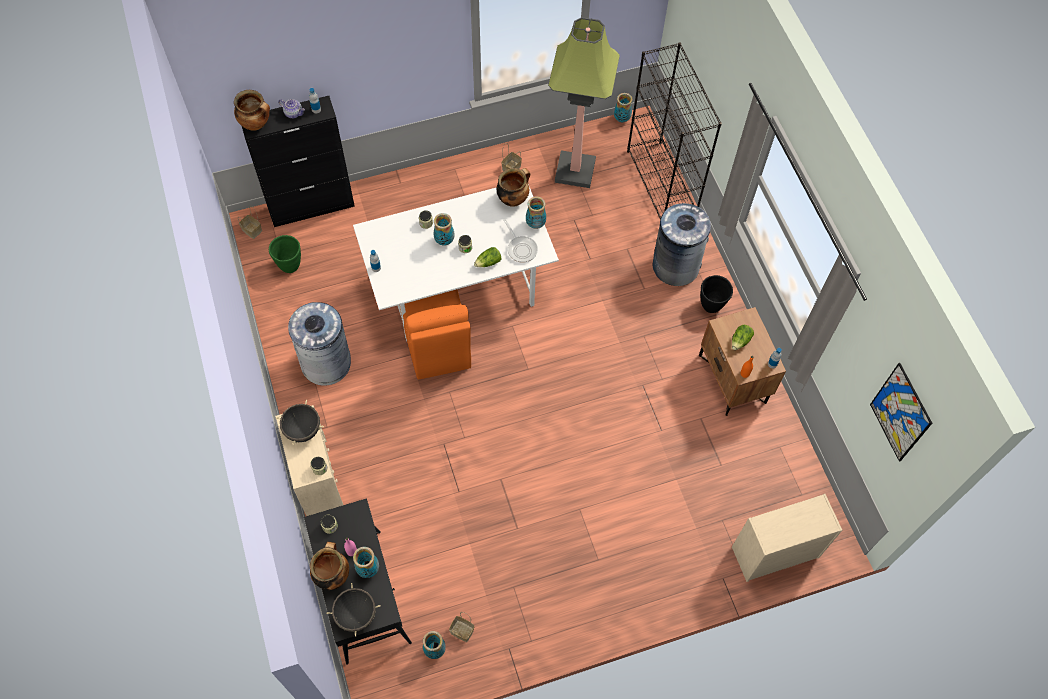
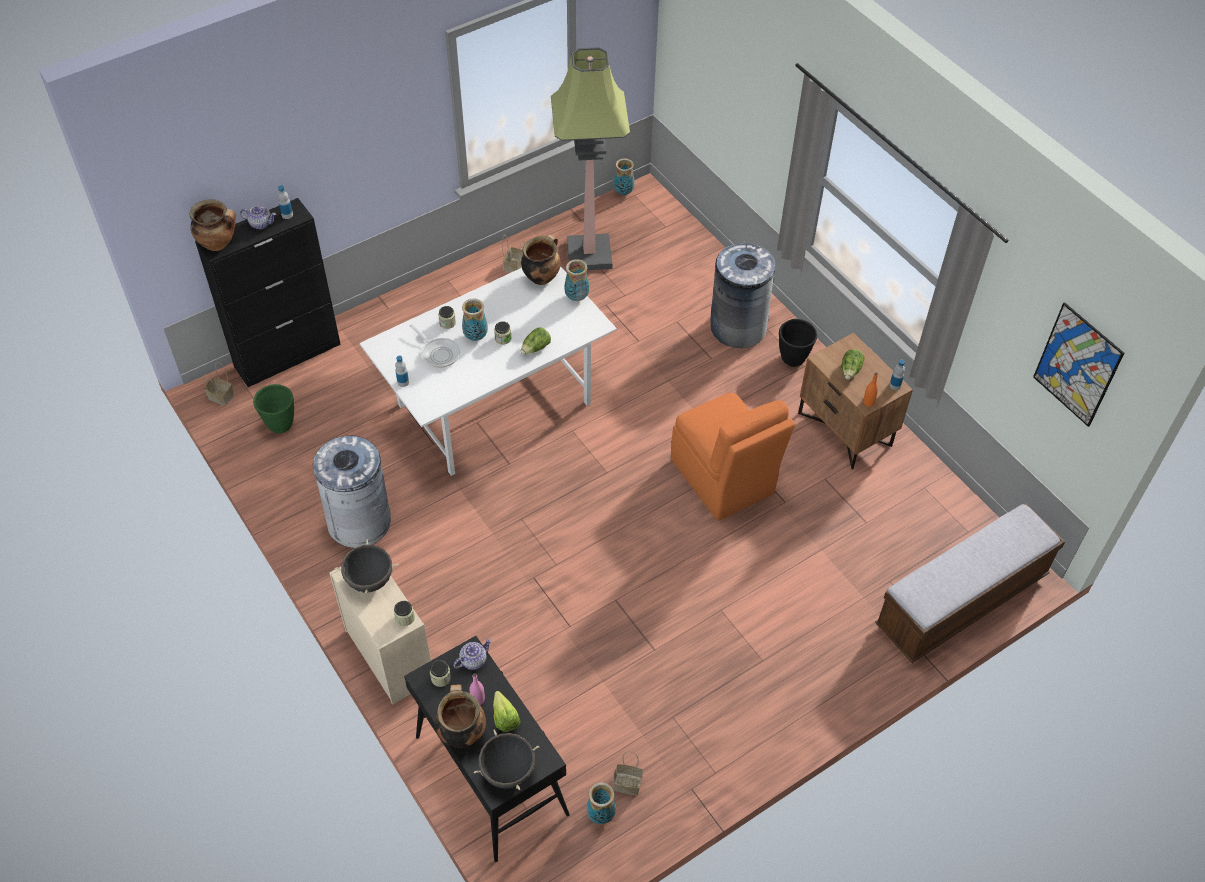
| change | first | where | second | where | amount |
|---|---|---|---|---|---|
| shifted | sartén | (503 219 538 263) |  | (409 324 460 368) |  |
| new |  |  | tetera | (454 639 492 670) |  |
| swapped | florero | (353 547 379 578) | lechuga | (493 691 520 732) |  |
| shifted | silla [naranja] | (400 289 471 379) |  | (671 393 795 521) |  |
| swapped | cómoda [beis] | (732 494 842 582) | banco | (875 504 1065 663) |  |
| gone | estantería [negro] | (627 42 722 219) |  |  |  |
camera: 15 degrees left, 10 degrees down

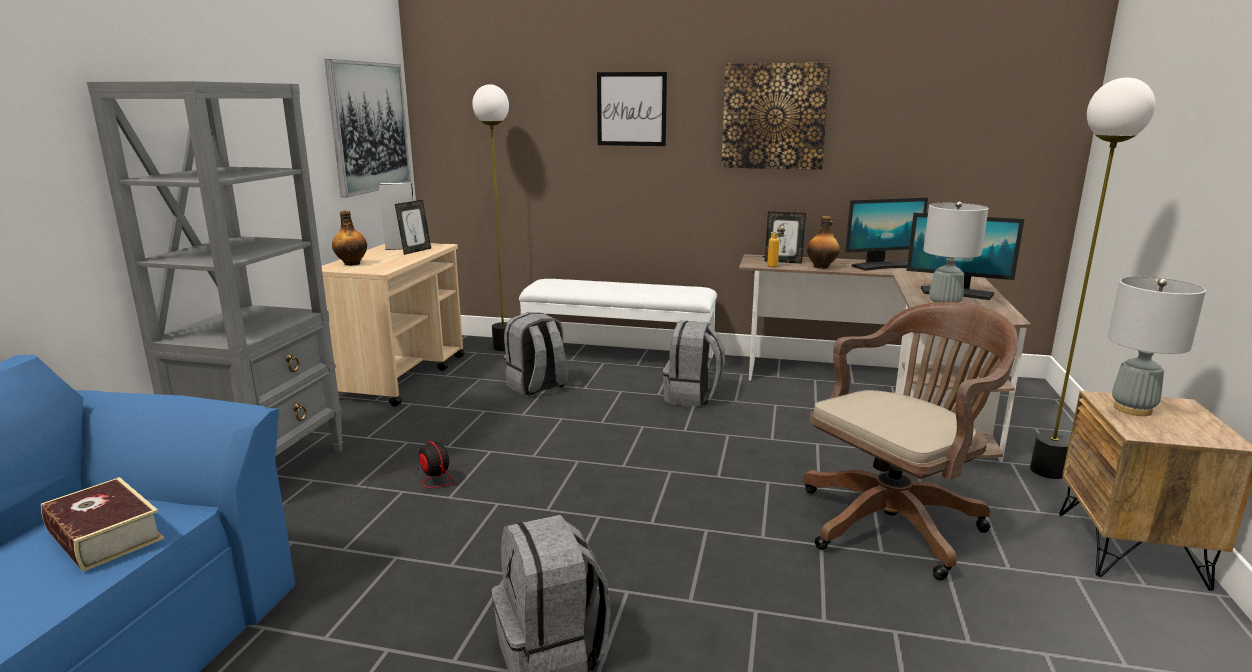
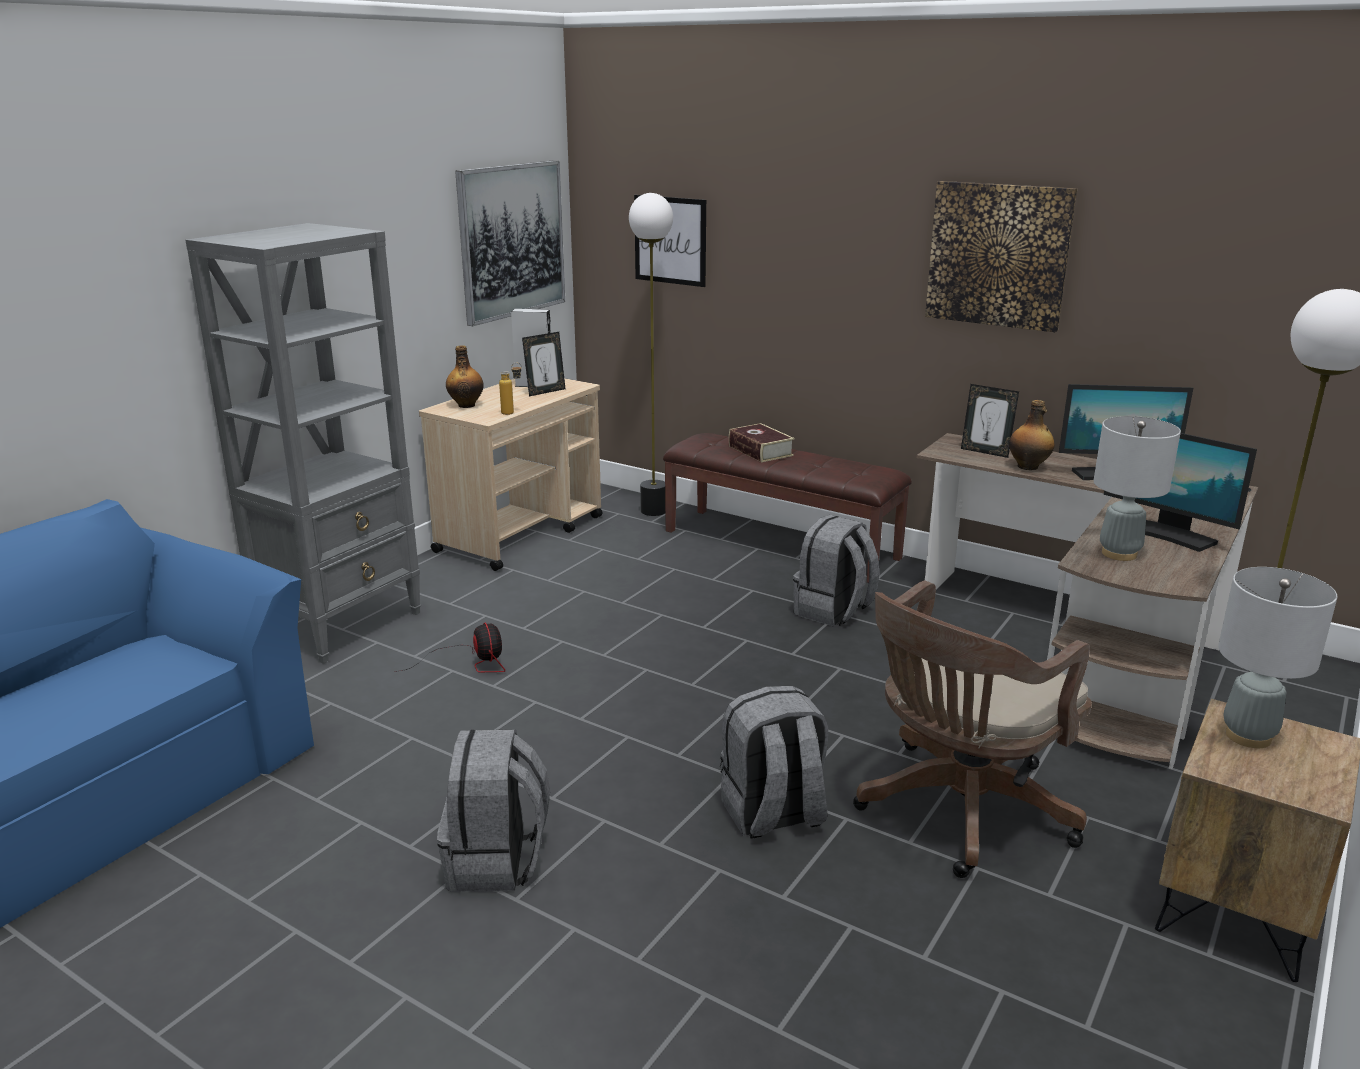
| change | first | where | second | where | amount |
|---|---|---|---|---|---|
| shifted | botella | (767 224 785 268) |  | (499 363 522 415) |  |
| shifted | cuadro | (597 72 667 146) |  | (634 195 706 287) |  |
| repainted | banco [blanco] | (519 279 717 358) | banco [marrón] | (663 433 912 583) |  |
| shifted | mochila [gris] | (504 312 568 396) |  | (720 686 828 839) |  |
| shifted | libro | (41 477 164 572) |  | (729 423 794 462) |  |
| rotated | silla de oficina [marrón] | (803 302 1018 580) |  | (853 581 1092 878) | 150 degrees clockwise |
camera: 20 degrees right, 5 degrees up

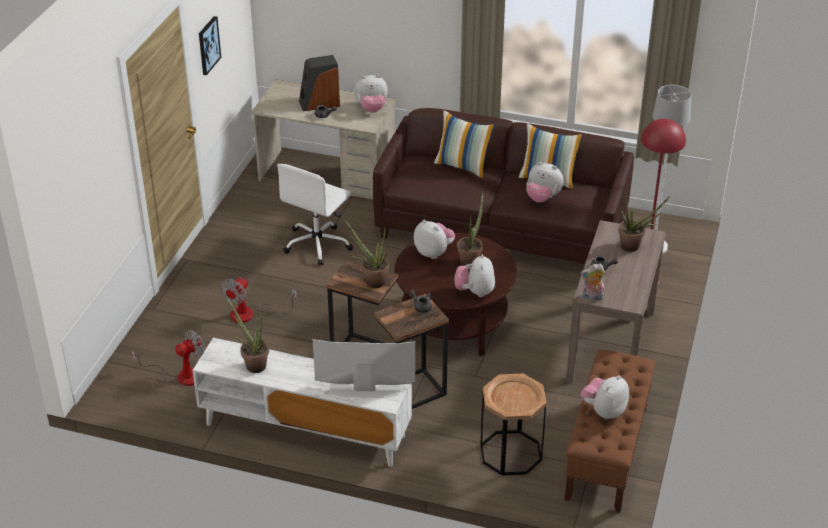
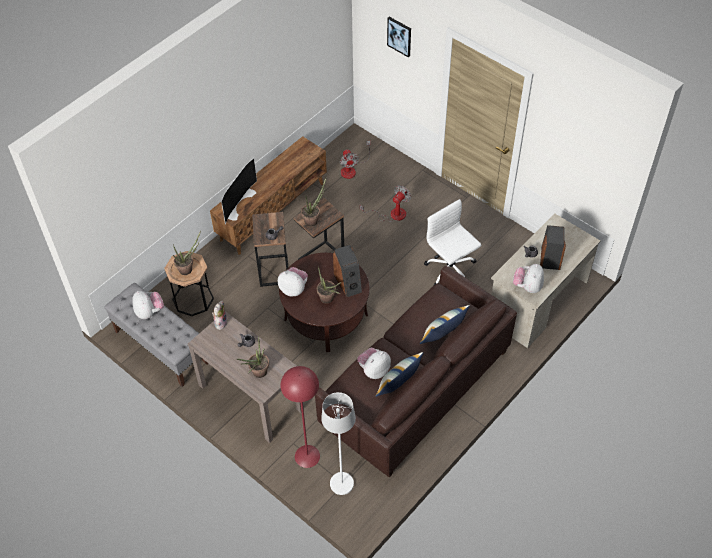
| change | first | where | second | where | amount |
|---|---|---|---|---|---|
| repainted | banco [marrón] | (565 350 656 512) | banco [gris] | (104 283 208 387) |  |
| shifted | planta en maceta | (225 296 269 373) |  | (173 231 201 275) |  |
| repainted | mueble de televisión [blanco] | (193 338 412 467) | mueble de televisión [marrón] | (210 136 327 255) |  |
| swapped | peluche | (414 219 455 259) | altavoz | (333 245 362 297) |  |
| rotated | ventilador | (221 277 297 323) |  | (360 185 411 222) | 75 degrees clockwise |
| shifted | cuadro | (199 16 221 75) |  | (387 17 411 57) |  |
camera: 115 degrees right, 15 degrees up

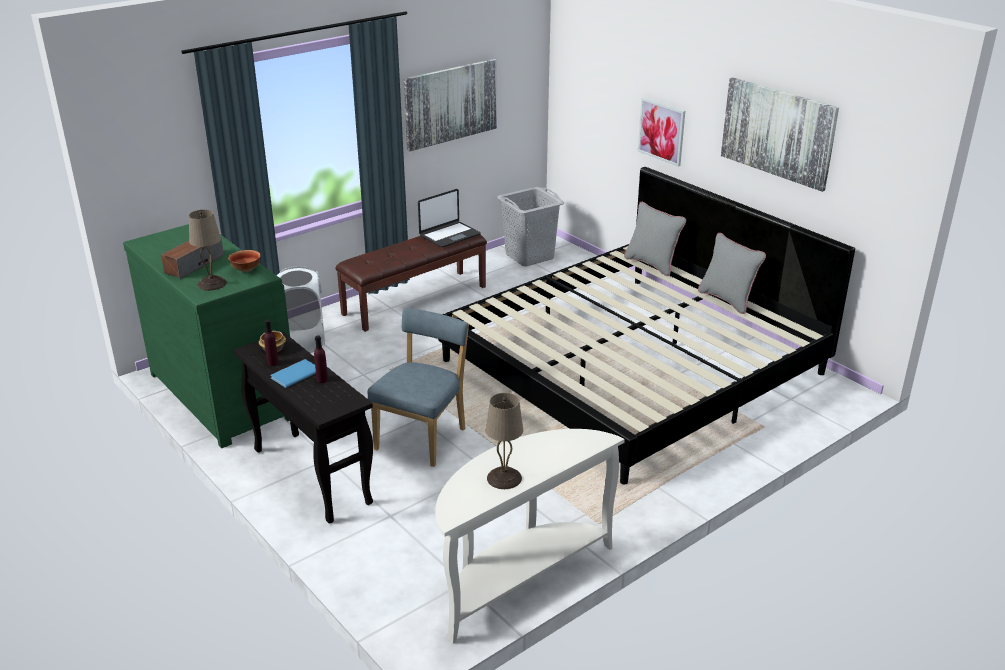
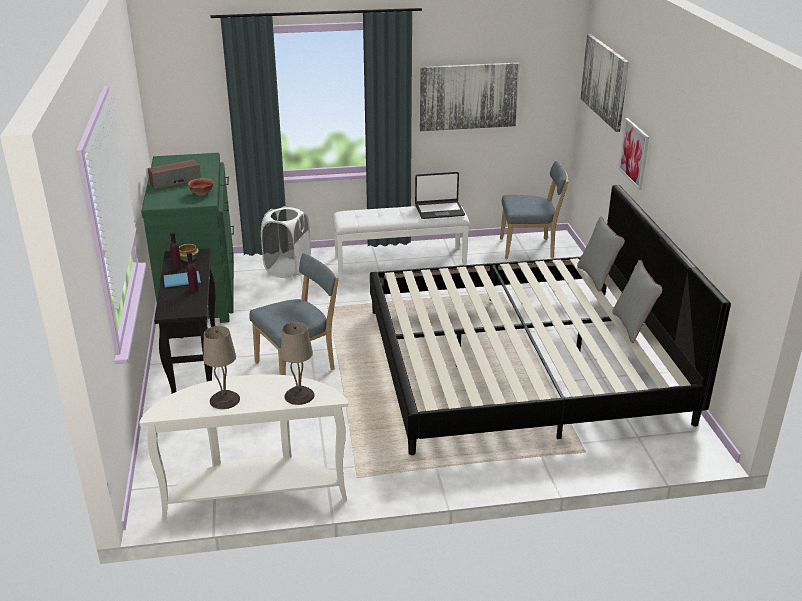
| change | first | where | second | where | amount |
|---|---|---|---|---|---|
| shifted | lámpara de mesa [beis] | (189 210 227 291) |  | (280 322 315 405) |  |
| repainted | banco [marrón] | (336 235 487 332) | banco [blanco] | (333 205 470 274) |  |
| swapped | cesto de la ropa [gris] | (497 187 564 266) | silla [azul] | (500 161 569 259) |  |
| shifted | cuadro | (721 77 839 192) |  | (580 34 629 132) |  |
camera: 30 degrees right, 0 degrees up

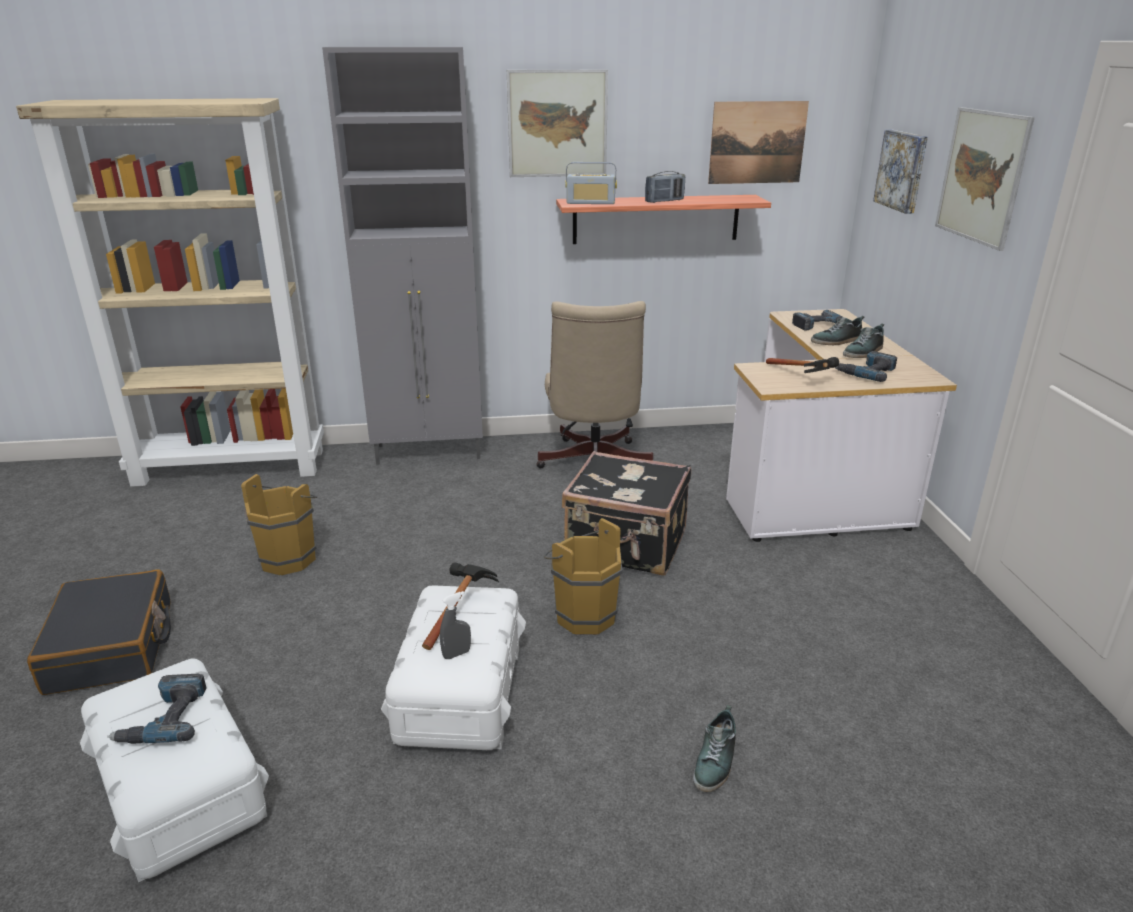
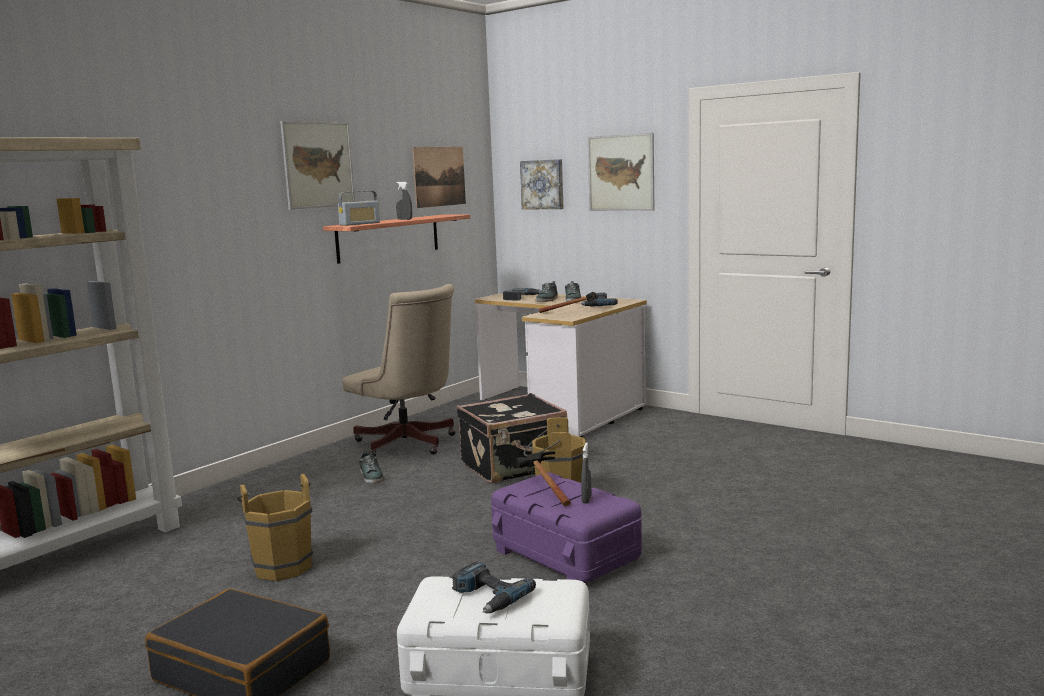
| change | first | where | second | where | amount |
|---|---|---|---|---|---|
| shifted | zapato | (693 705 736 792) |  | (359 450 383 484) |  |
| swapped | radio | (645 171 685 203) | pulverizador [gris] | (396 182 412 220) |  |
| repainted | caja de almacenaje [blanco] | (381 585 526 750) | caja de almacenaje [morado] | (491 472 642 583) |  |
| gone | armario [gris] | (322 47 483 465) |  |  |  |
camera: 45 degrees left, 15 degrees down

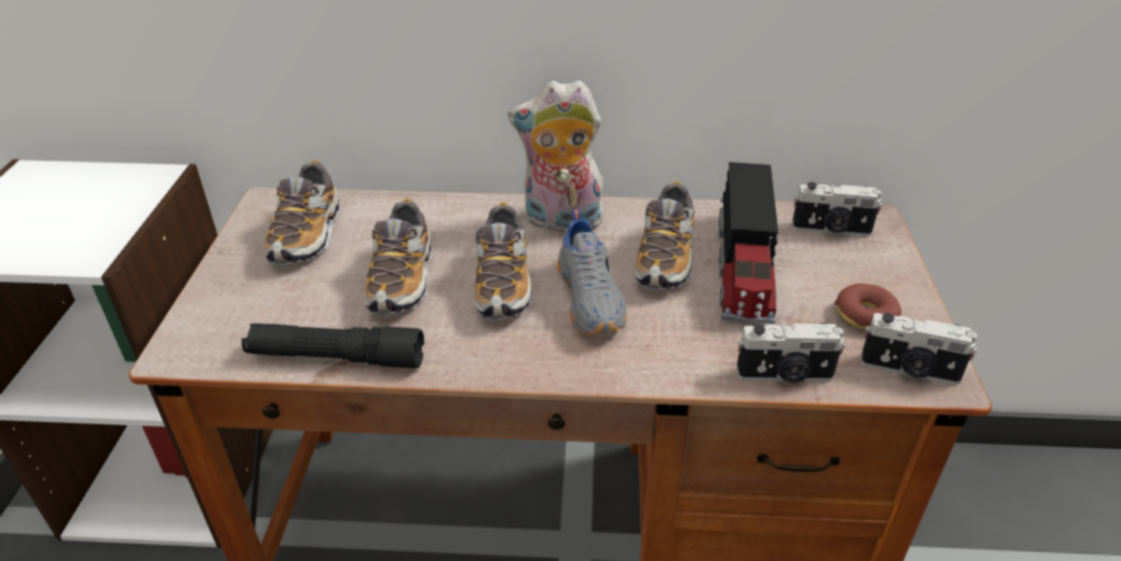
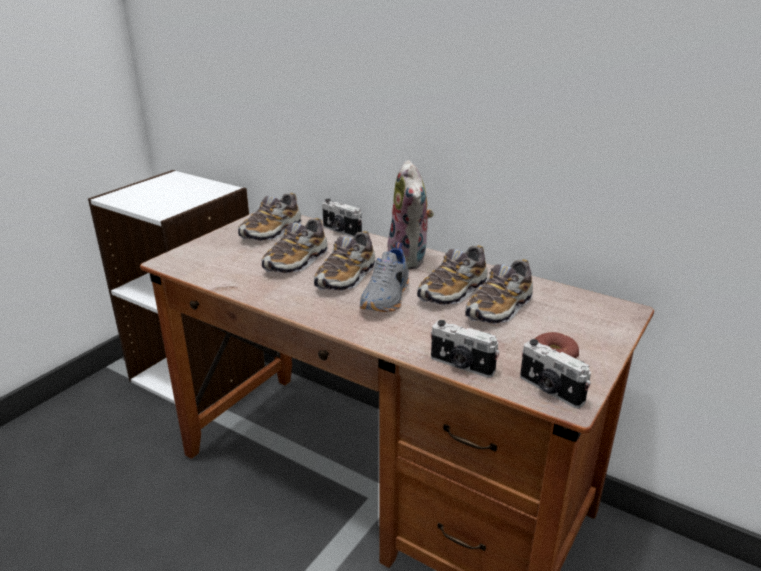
| change | first | where | second | where | amount |
|---|---|---|---|---|---|
| shifted | cámara | (792 182 882 237) |  | (322 199 362 237) |  |
| rotated | peluche | (508 80 605 232) |  | (388 160 434 269) | 135 degrees counterclockwise |
| swapped | camión de juguete | (718 162 778 324) | zapato | (465 259 533 324) |  |
| gone | linterna [negro] | (242 323 424 368) |  |  |  |
camera: 30 degrees right, 10 degrees down

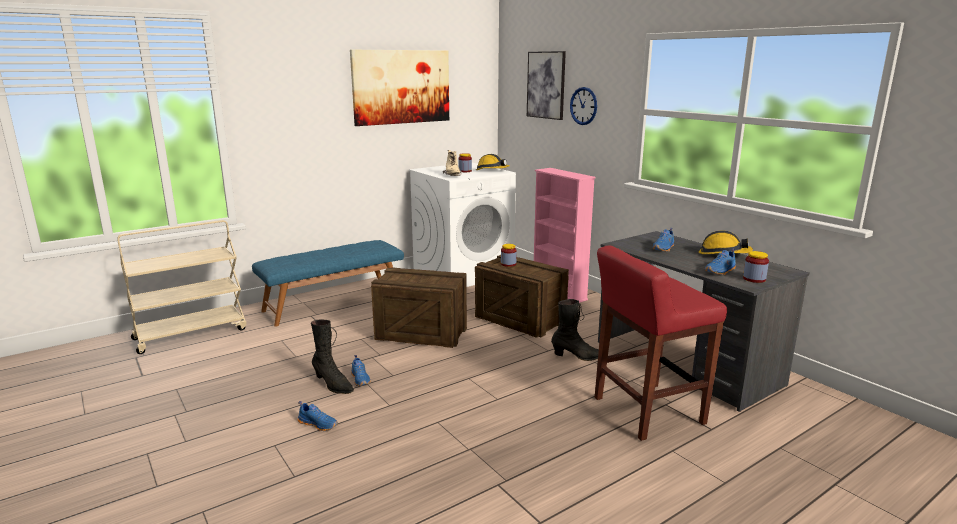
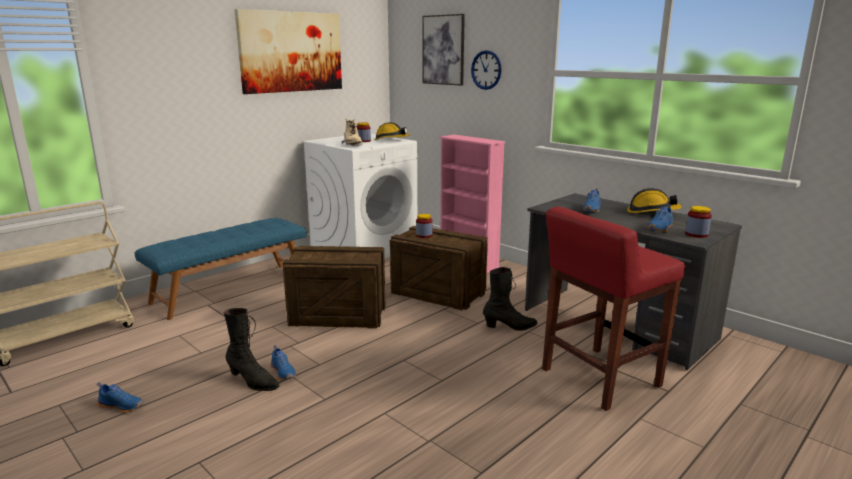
| change | first | where | second | where | amount |
|---|---|---|---|---|---|
| shifted | zapato [azul] | (298 401 338 431) |  | (97 382 143 413) |  |
camera: 10 degrees left, 0 degrees up

